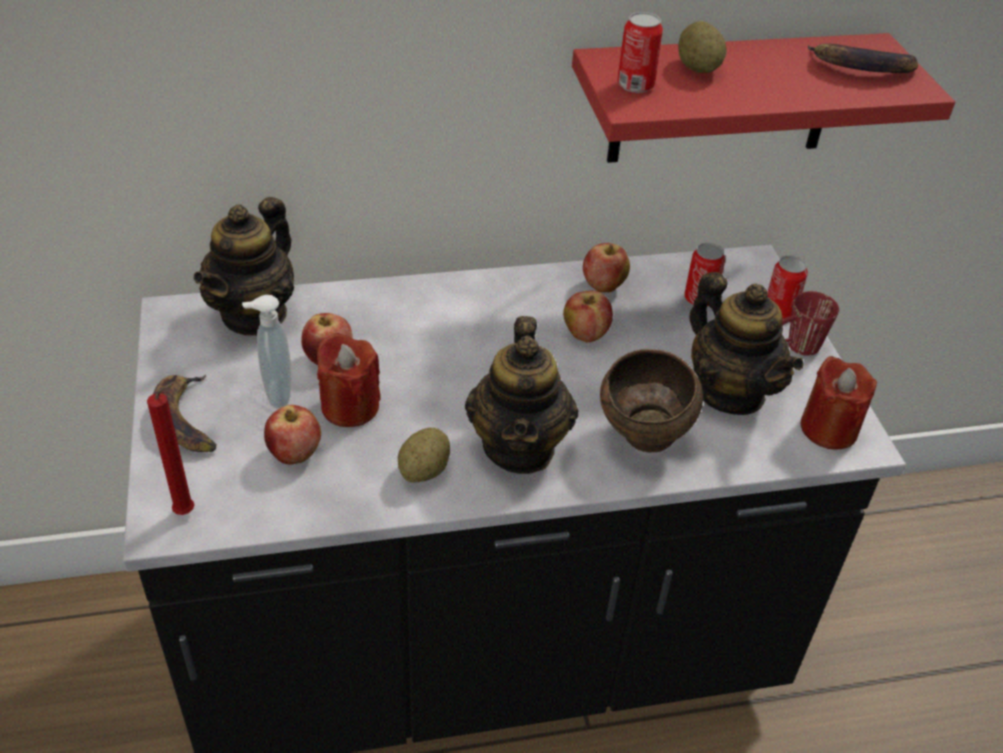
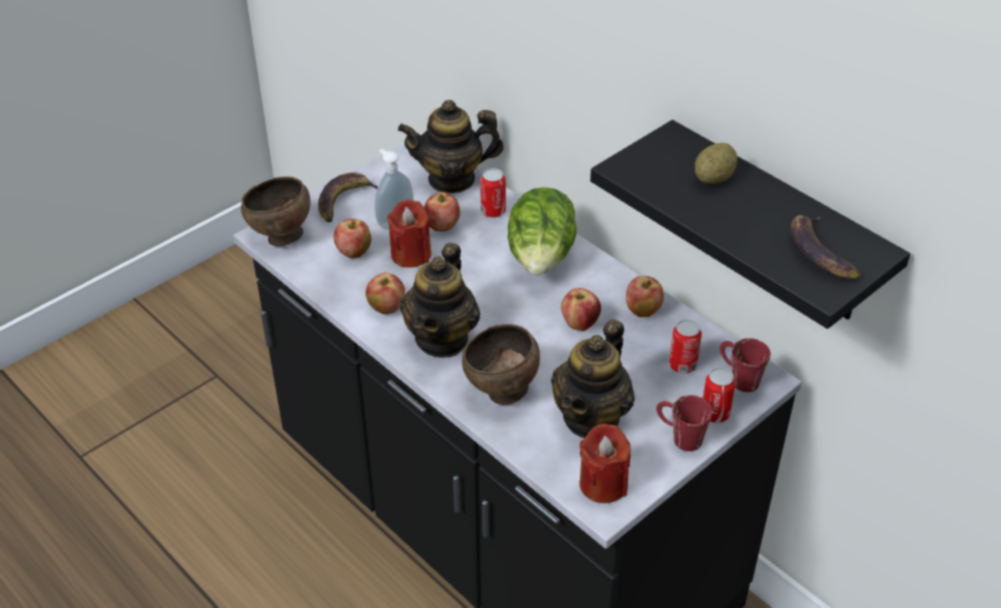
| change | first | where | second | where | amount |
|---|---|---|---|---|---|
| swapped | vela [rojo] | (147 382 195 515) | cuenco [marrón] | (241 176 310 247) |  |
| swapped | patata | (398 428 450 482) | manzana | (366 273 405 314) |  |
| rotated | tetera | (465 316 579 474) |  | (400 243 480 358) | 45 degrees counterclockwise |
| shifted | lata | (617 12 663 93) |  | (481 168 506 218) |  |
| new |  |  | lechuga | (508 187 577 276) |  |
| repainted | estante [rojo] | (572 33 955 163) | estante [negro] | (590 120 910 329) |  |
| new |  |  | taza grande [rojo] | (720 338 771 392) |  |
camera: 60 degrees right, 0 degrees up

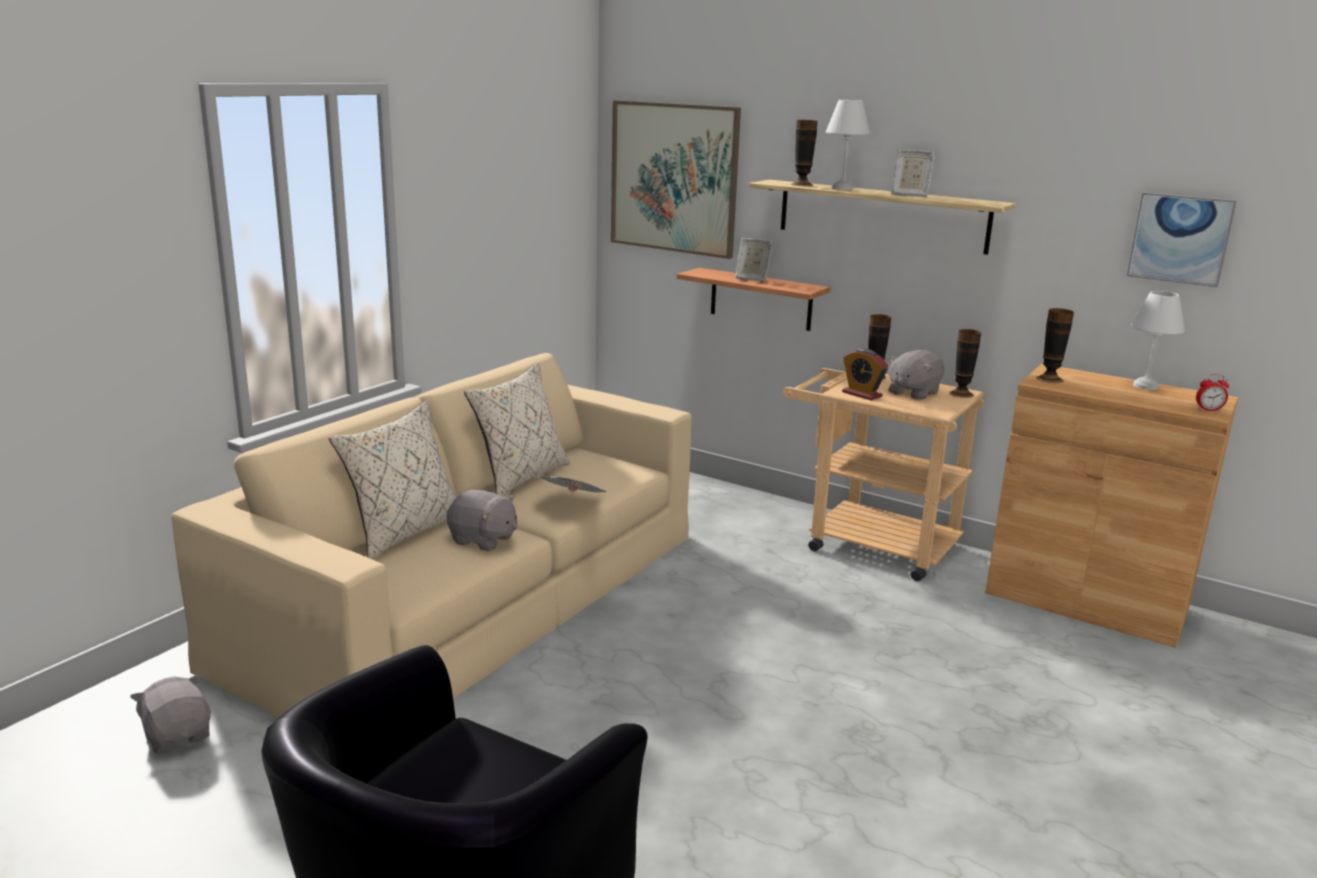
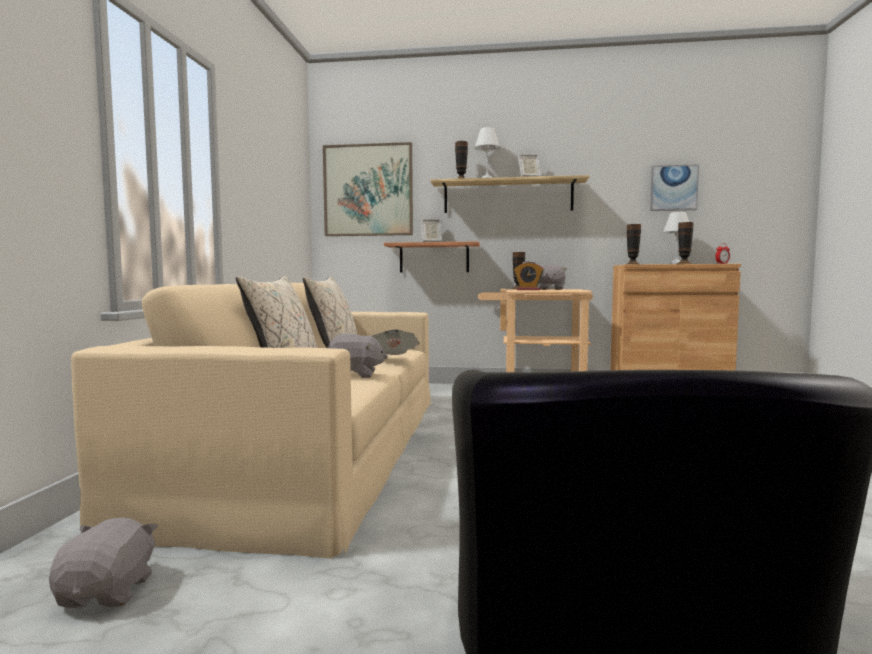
| change | first | where | second | where | amount |
|---|---|---|---|---|---|
| rotated | peluche [gris] | (130 674 211 754) |  | (49 517 158 608) | 60 degrees clockwise |
| shifted | florero | (949 329 981 398) |  | (677 222 693 264) |  |
camera: 25 degrees left, 15 degrees down

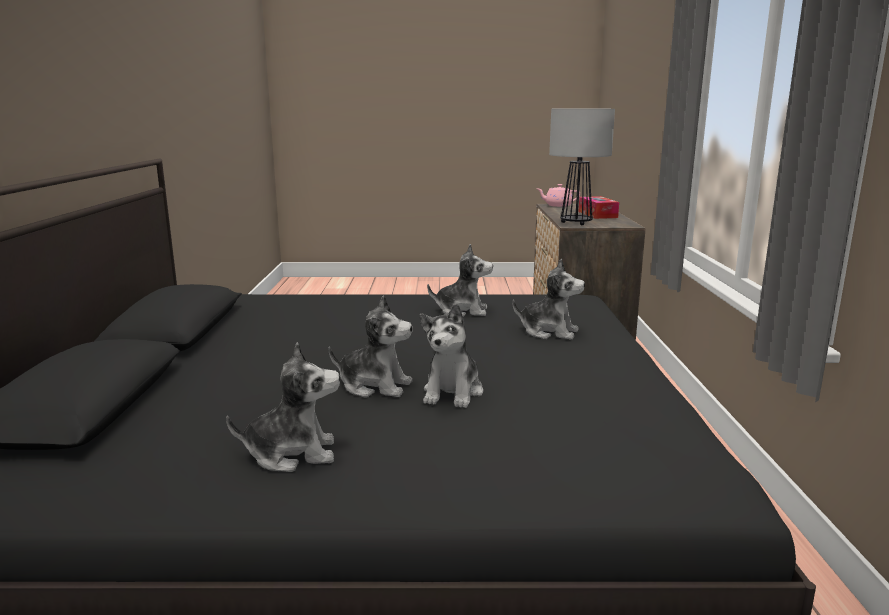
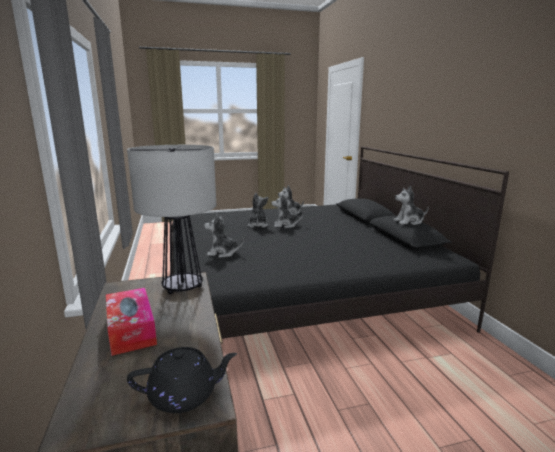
| change | first | where | second | where | amount |
|---|---|---|---|---|---|
| repainted | tetera [rosa] | (538 184 580 207) | tetera [negro] | (127 347 237 413) |  |
| shifted | peluche | (427 244 493 317) |  | (393 186 429 225) |  |
camera: 165 degrees right, 0 degrees up

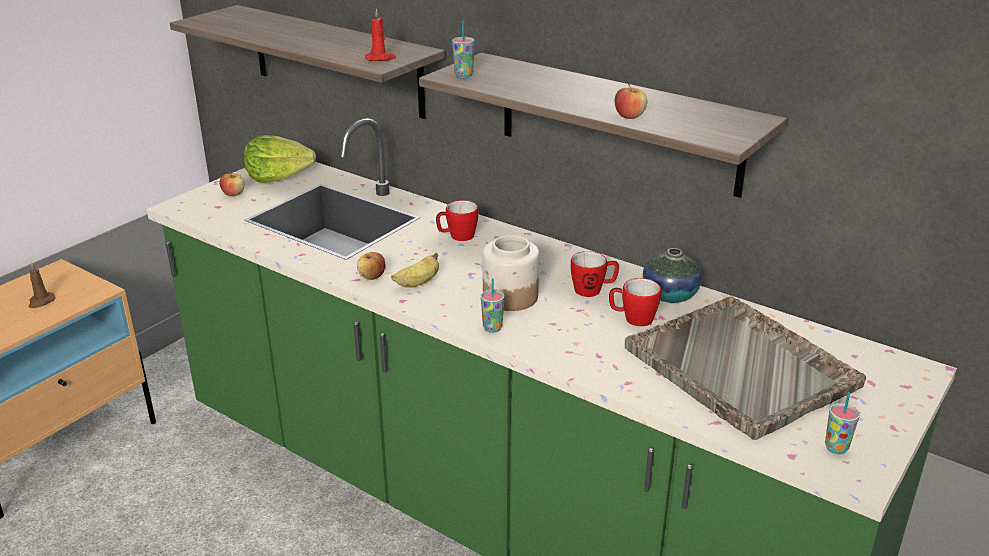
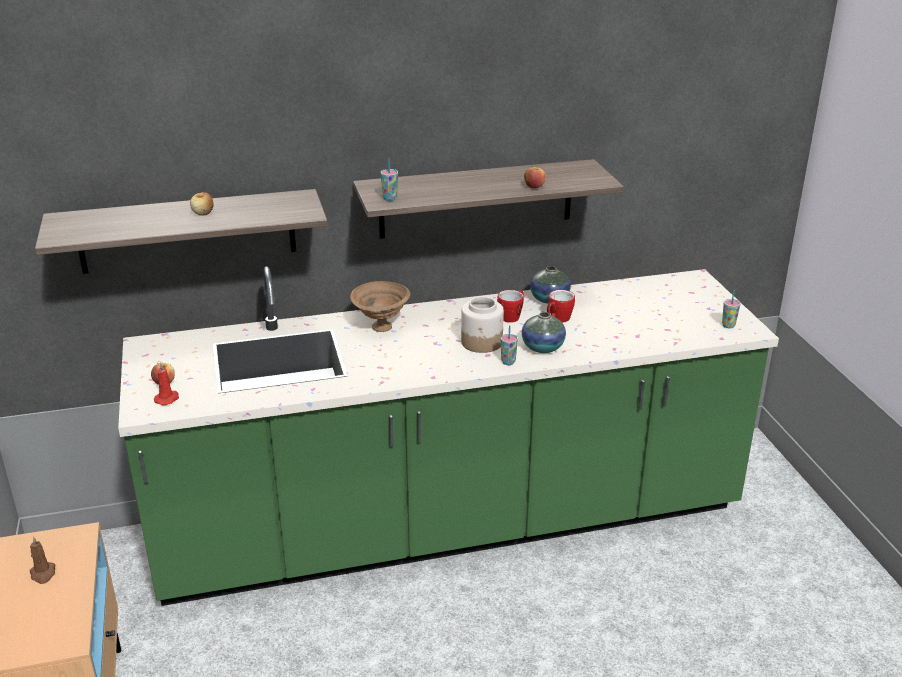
| change | first | where | second | where | amount |
|---|---|---|---|---|---|
| shifted | vela [rojo] | (365 8 396 61) |  | (154 362 179 406) |  |
| shifted | manzana | (357 252 385 280) |  | (190 192 214 215) |  |
| swapped | taza grande | (436 200 479 241) | cuenco [marrón] | (350 281 410 332) |  |
| new |  |  | florero | (522 312 566 353) |  |
| gone | lechuga | (244 135 316 183) |  |  |  |
| gone | plátano | (391 253 439 288) |  |  |  |
| gone | bandeja [gris] | (625 296 866 440) |  |  |  |
camera: 50 degrees left, 0 degrees up

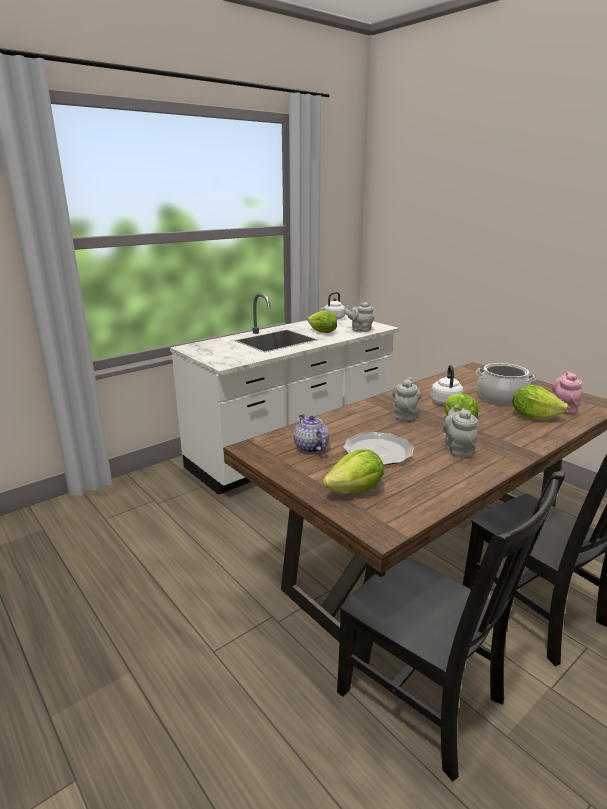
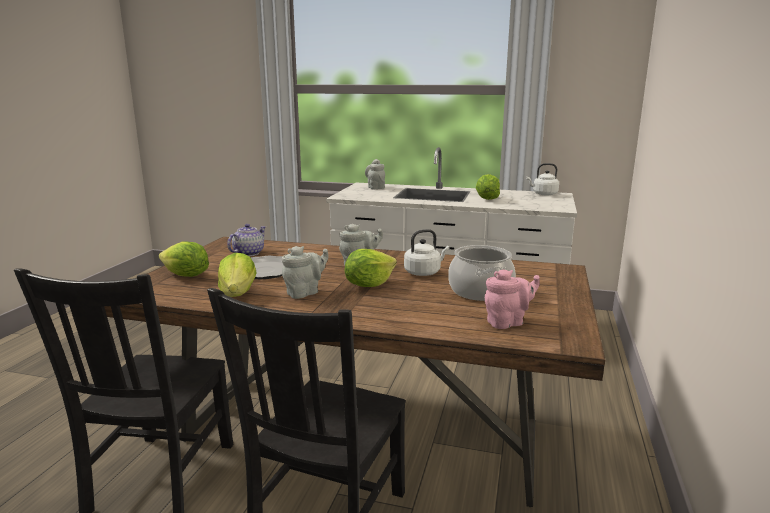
| change | first | where | second | where | amount |
|---|---|---|---|---|---|
| shifted | lechuga | (513 385 569 420) |  | (218 253 256 297) |  |
| shifted | tetera [gris] | (344 302 374 332) |  | (365 159 385 189) |  |
camera: 55 degrees right, 5 degrees down

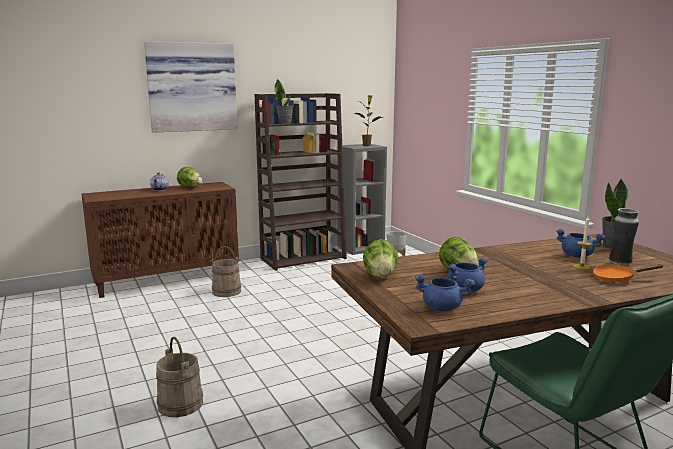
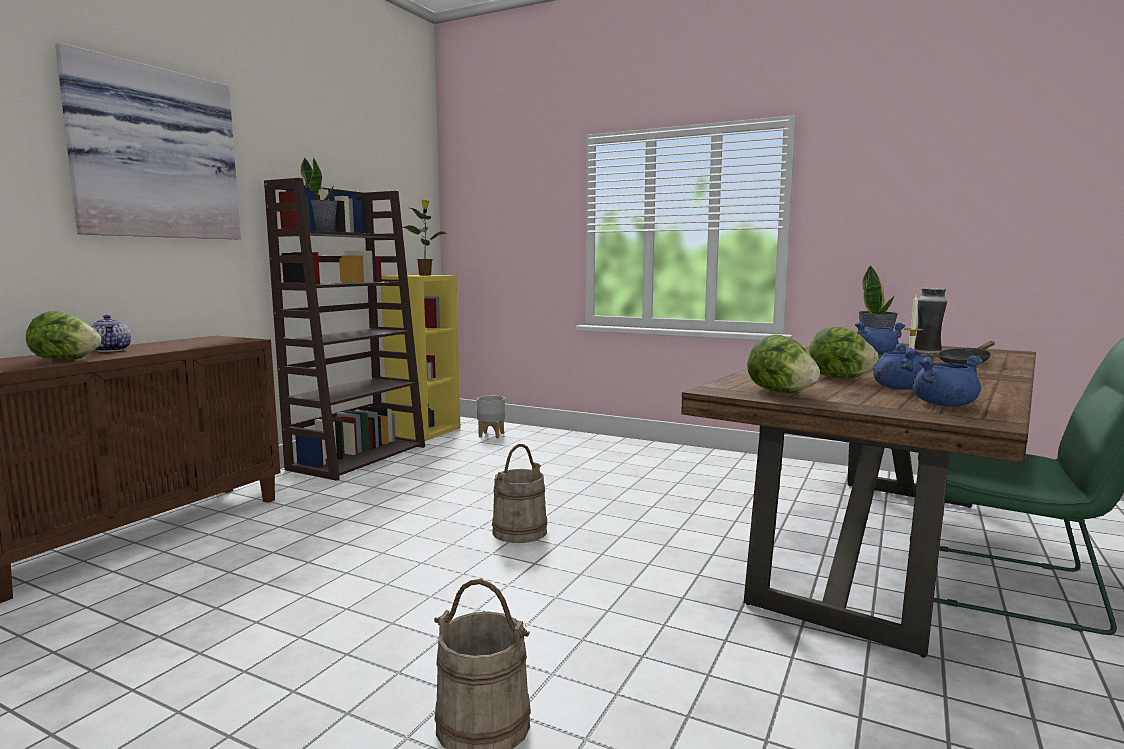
| change | first | where | second | where | amount |
|---|---|---|---|---|---|
| shifted | lechuga | (177 167 202 188) |  | (26 311 101 360) |  |
| repainted | estantería [gris] | (337 144 387 255) | estantería [amarillo] | (381 275 460 441) |  |
| shifted | cubo [beis] | (209 246 241 297) |  | (492 444 547 543) |  |
| repainted | sartén [naranja] | (593 264 664 282) | sartén [negro] | (938 341 995 365) |  |
camera: 35 degrees left, 5 degrees down

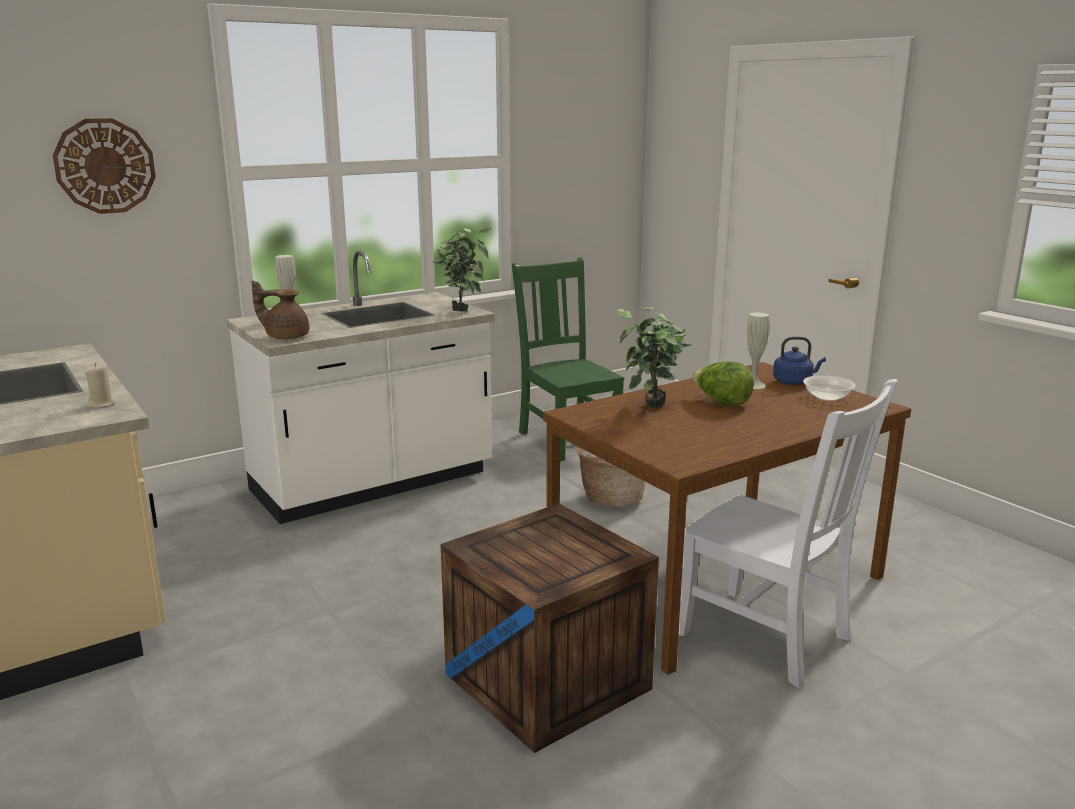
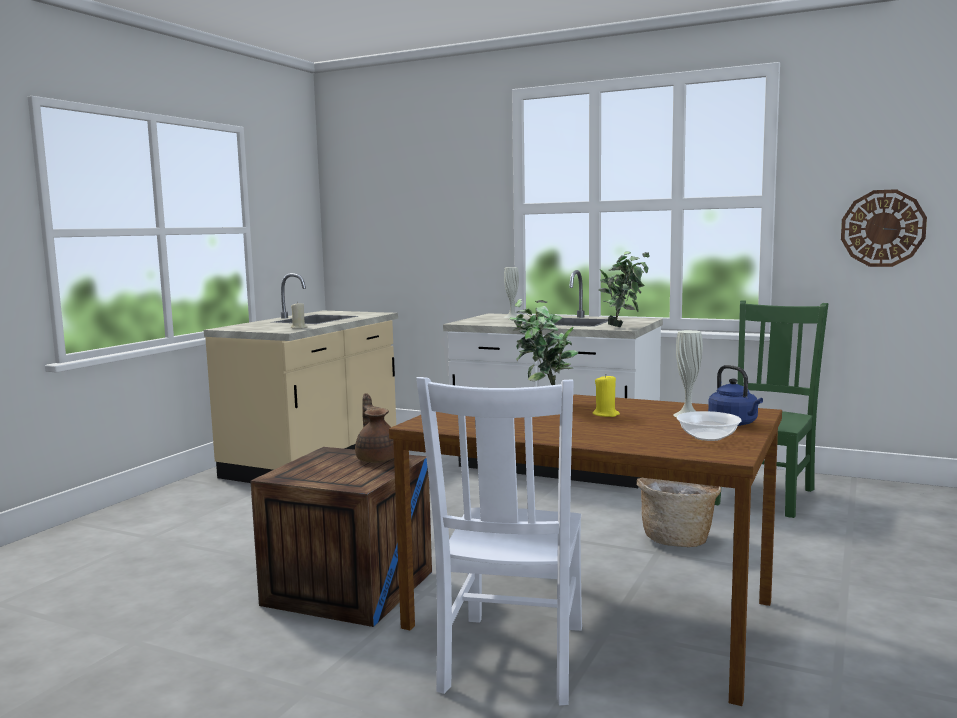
| change | first | where | second | where | amount |
|---|---|---|---|---|---|
| shifted | tetera [marrón] | (251 280 309 339) |  | (355 393 394 463) |  |
| swapped | lechuga | (692 362 754 406) | vela [amarillo] | (593 374 620 417) |  |
| shifted | reloj de pared | (52 118 156 214) |  | (841 189 927 267) |  |
camera: 60 degrees right, 10 degrees down

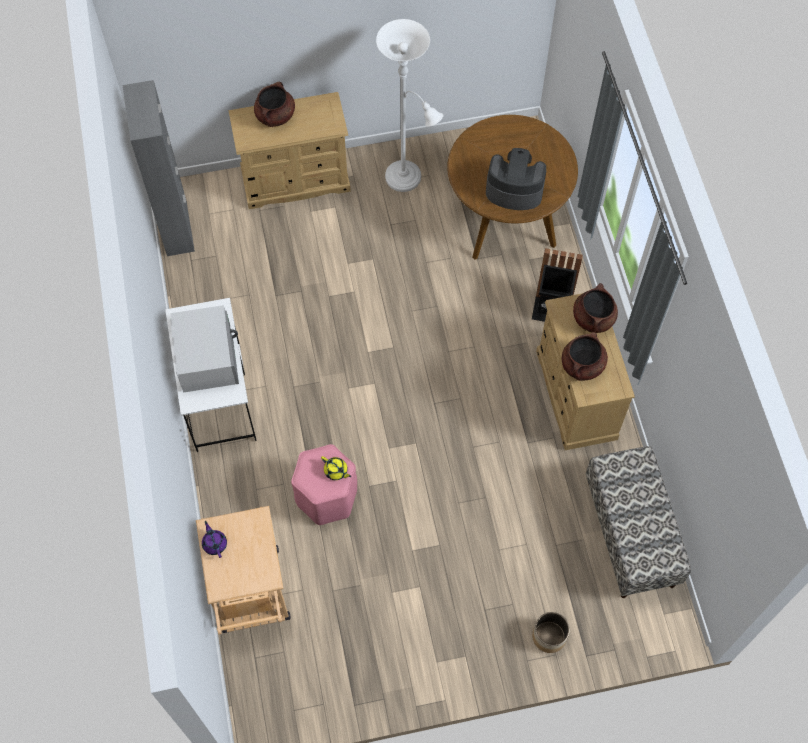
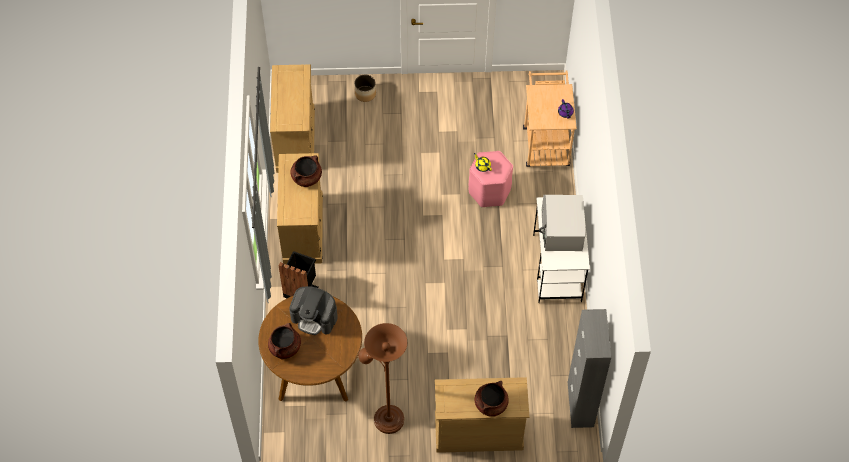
| change | first | where | second | where | amount |
|---|---|---|---|---|---|
| shifted | olla [marrón] | (573 283 618 333) |  | (268 323 301 359) |  |
| swapped | banco | (586 446 691 598) | cómoda [beis] | (270 64 315 173) |  |
| repainted | lámpara de pie [blanco] | (376 19 443 192) | lámpara de pie [marrón] | (358 323 407 434) |  |
camera: 170 degrees left, 5 degrees down

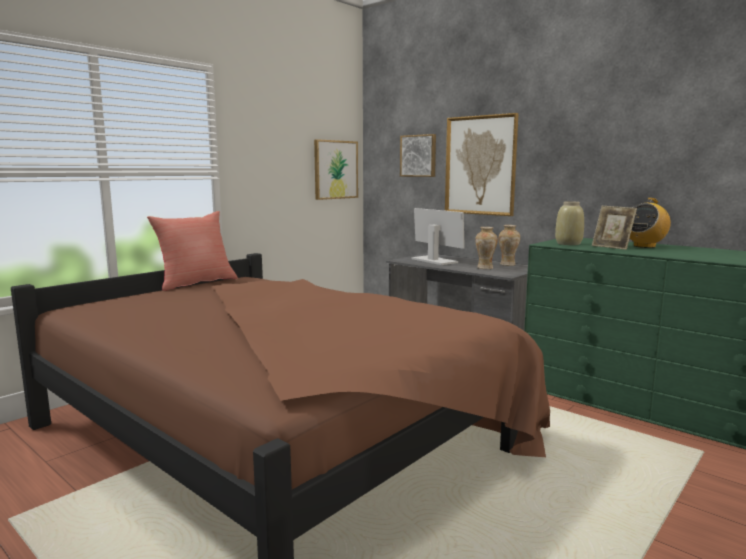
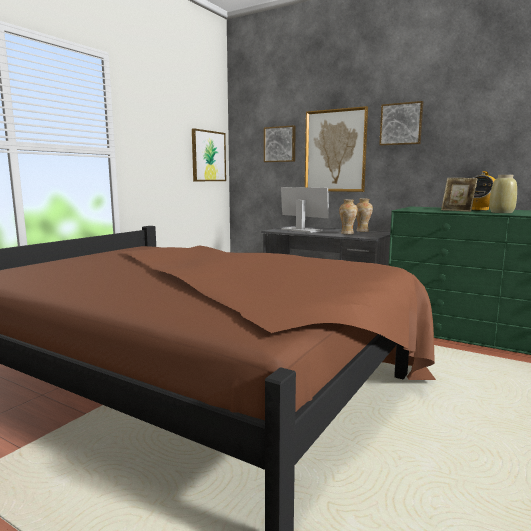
| change | first | where | second | where | amount |
|---|---|---|---|---|---|
| new |  |  | cuadro | (379 101 423 146) |  |
| shifted | florero [beis] | (555 201 584 245) |  | (489 175 517 213) |  |
| gone | cojín [rojo] | (147 211 238 291) |  |  |  |
camera: 10 degrees left, 0 degrees up

